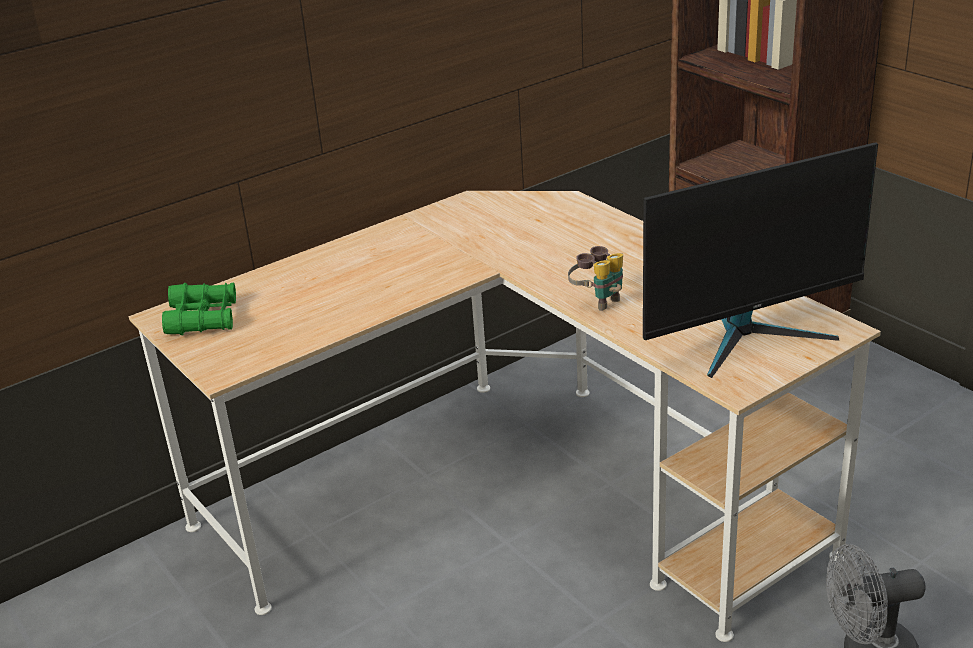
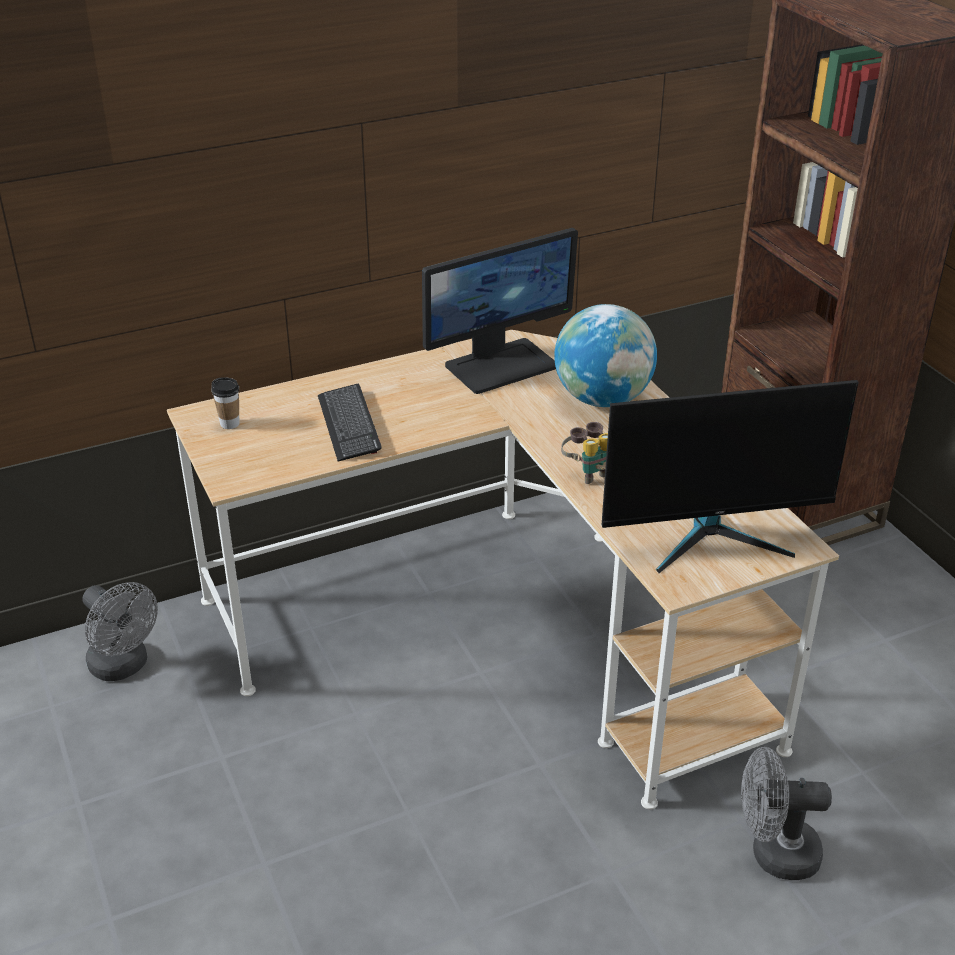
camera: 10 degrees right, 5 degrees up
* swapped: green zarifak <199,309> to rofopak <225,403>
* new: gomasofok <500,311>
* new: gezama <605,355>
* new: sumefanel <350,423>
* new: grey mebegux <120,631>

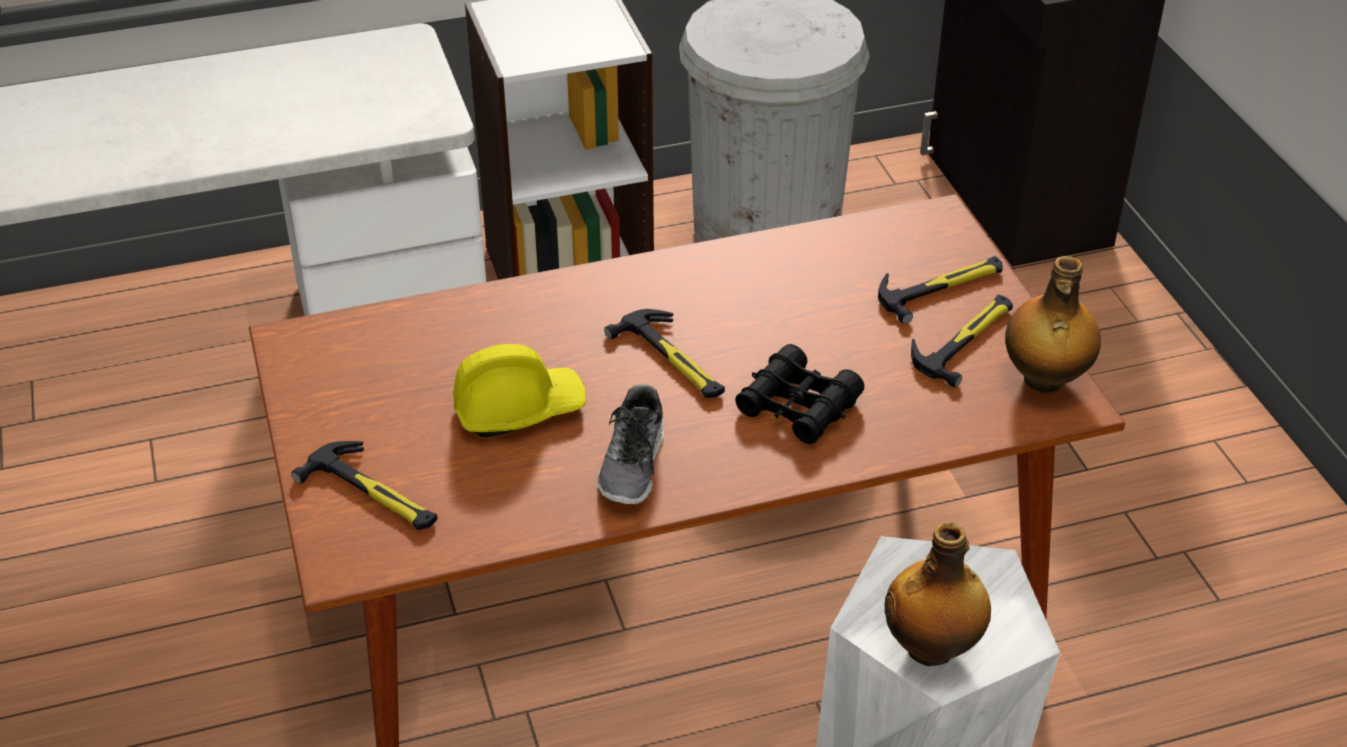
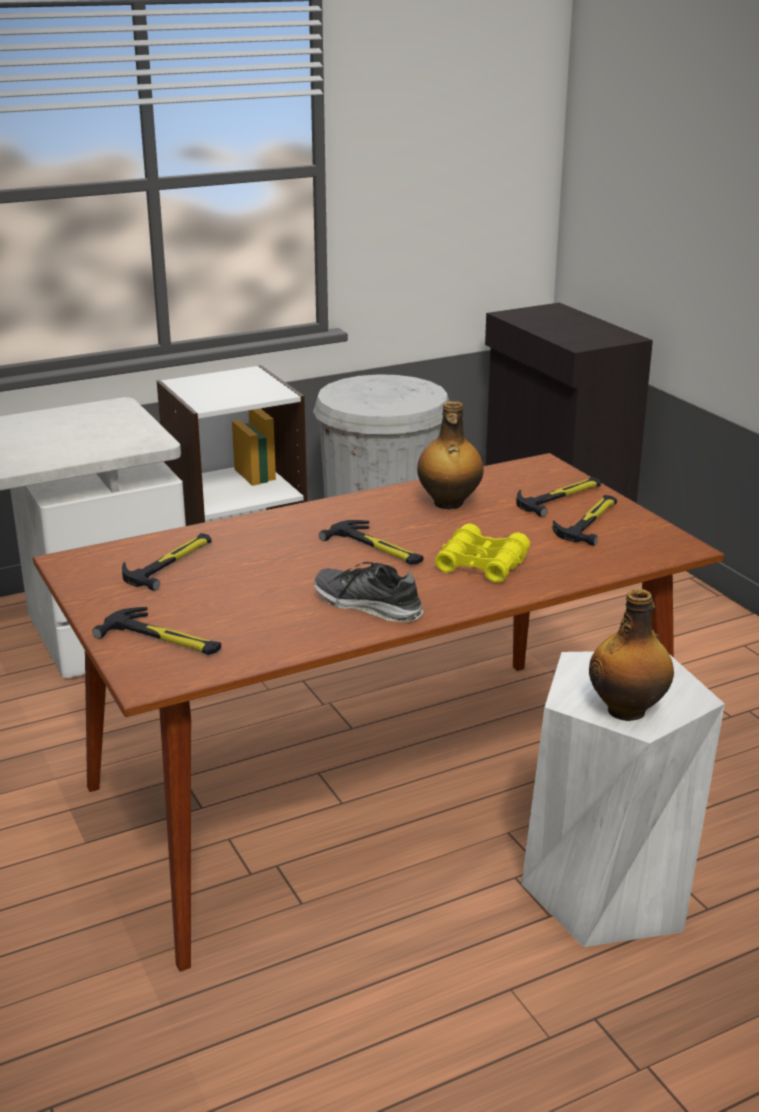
camera: 10 degrees left, 15 degrees down
* shifted: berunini <1053,324> to <450,455>
* gone: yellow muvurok <519,390>
* repainted: black zarifak <799,394> to yellow zarifak <482,553>
* rotated: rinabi <630,444> = <369,592> 120 degrees clockwise
* new: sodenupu <167,562>

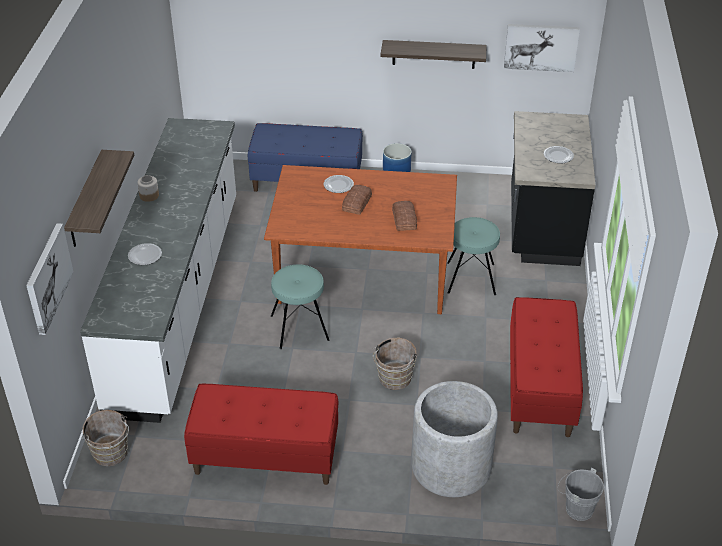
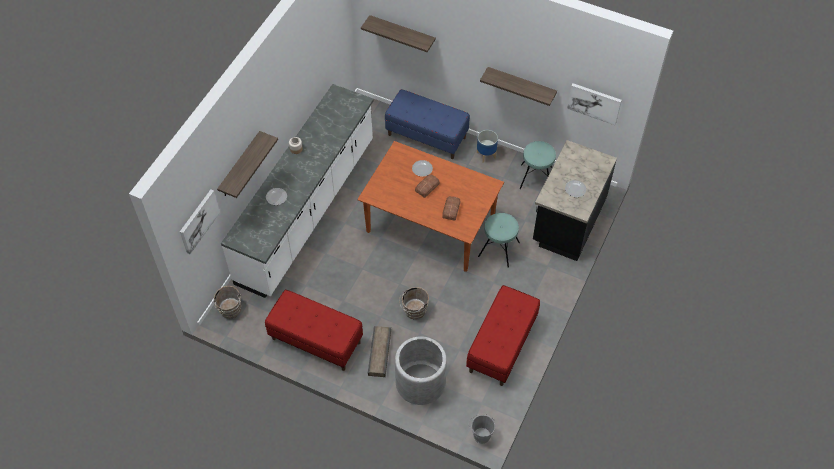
camera: 20 degrees right, 15 degrees up
* shifted: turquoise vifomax <300,306> to <538,165>
* new: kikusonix <398,33>
* new: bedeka <379,351>

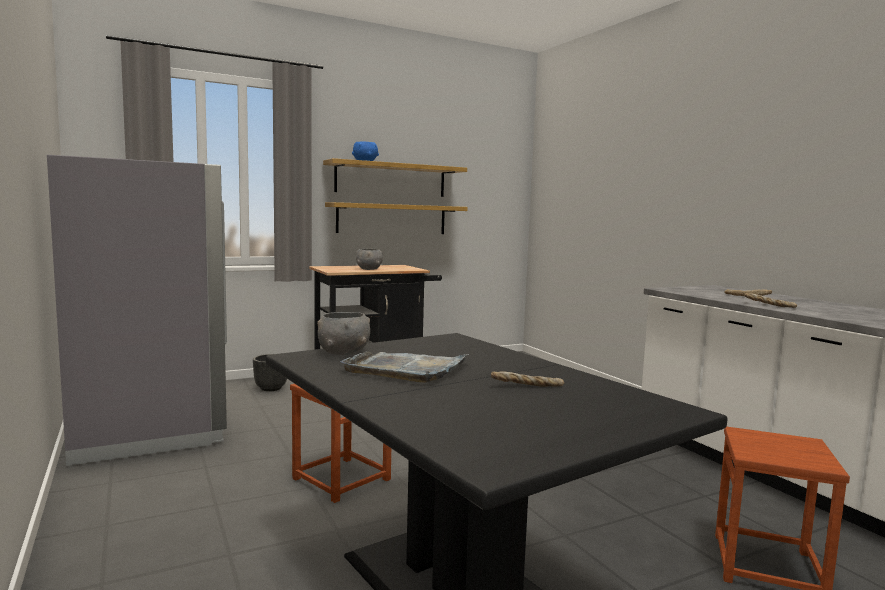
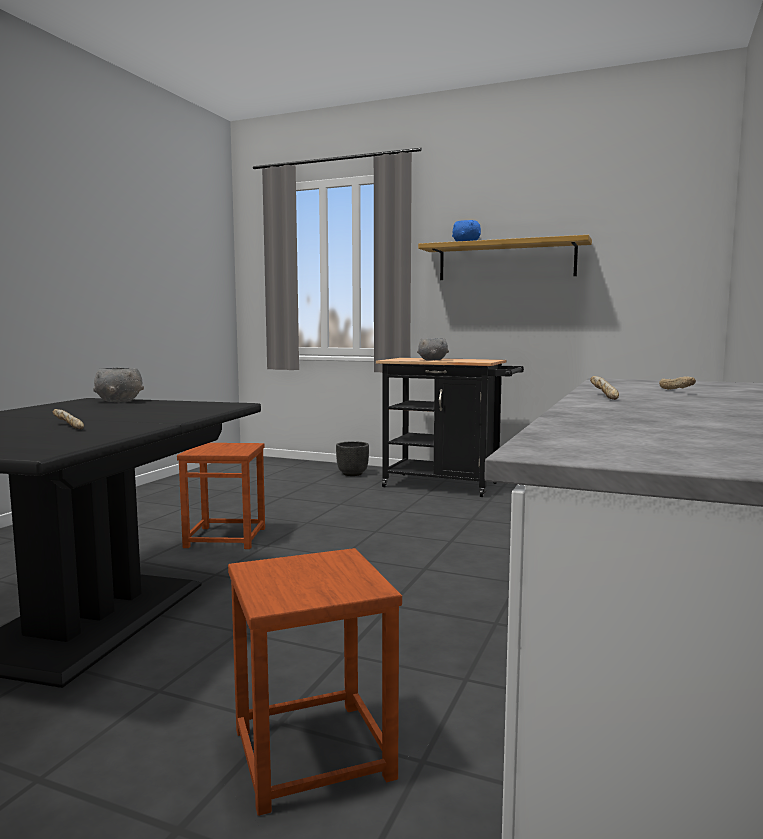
camera: 50 degrees right, 0 degrees up
* gone: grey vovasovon <137,310>
* gone: kikusonix <396,218>
* gone: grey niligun <404,367>

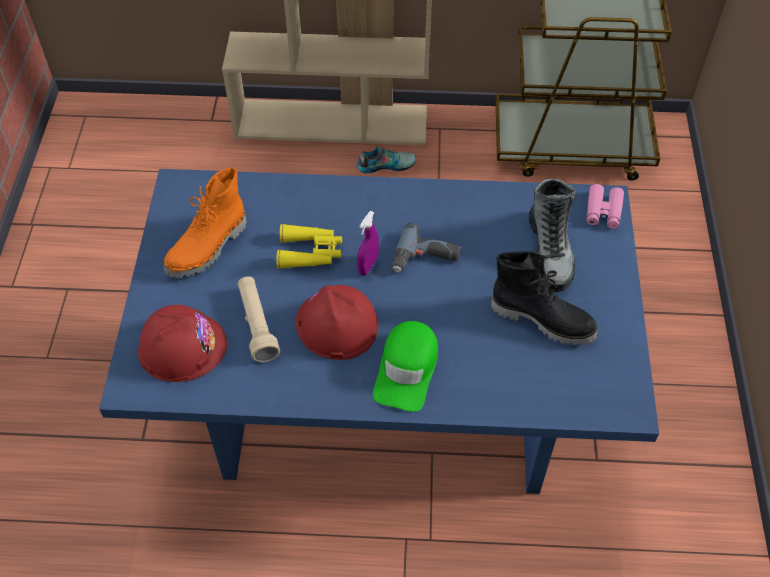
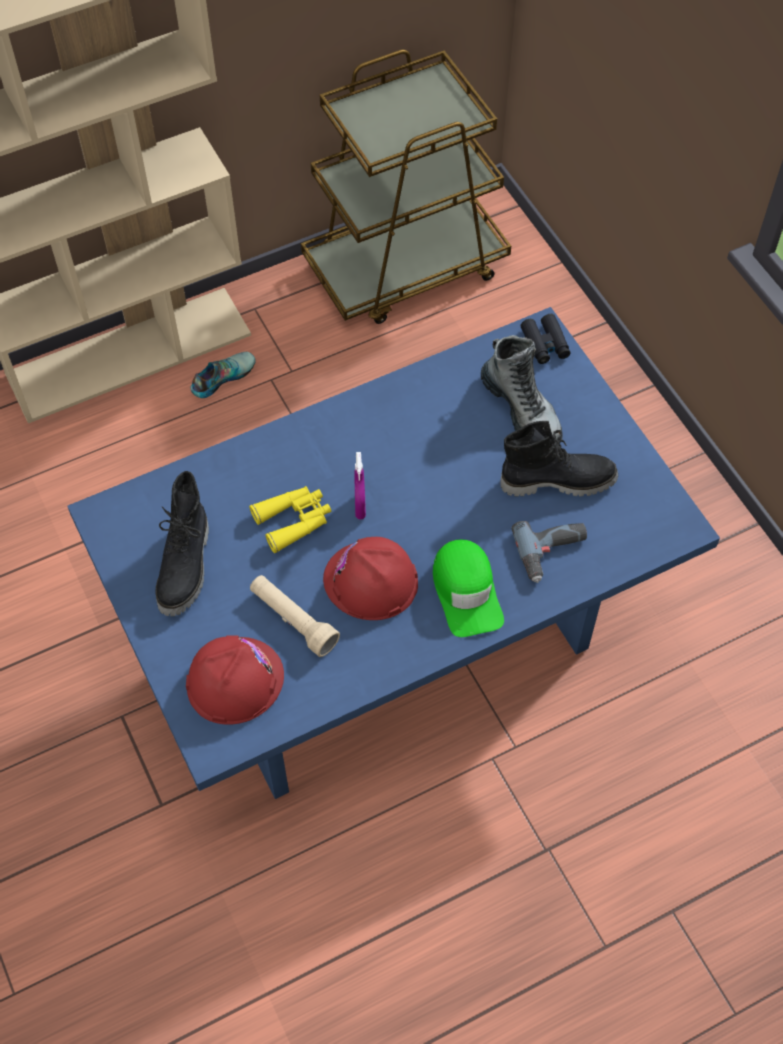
camera: 30 degrees left, 5 degrees up
* repainted: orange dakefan <205,223> to black dakefan <182,544>
* repainted: pink zarifak <605,206> to black zarifak <546,339>
* shifted: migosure <426,248> to <549,552>

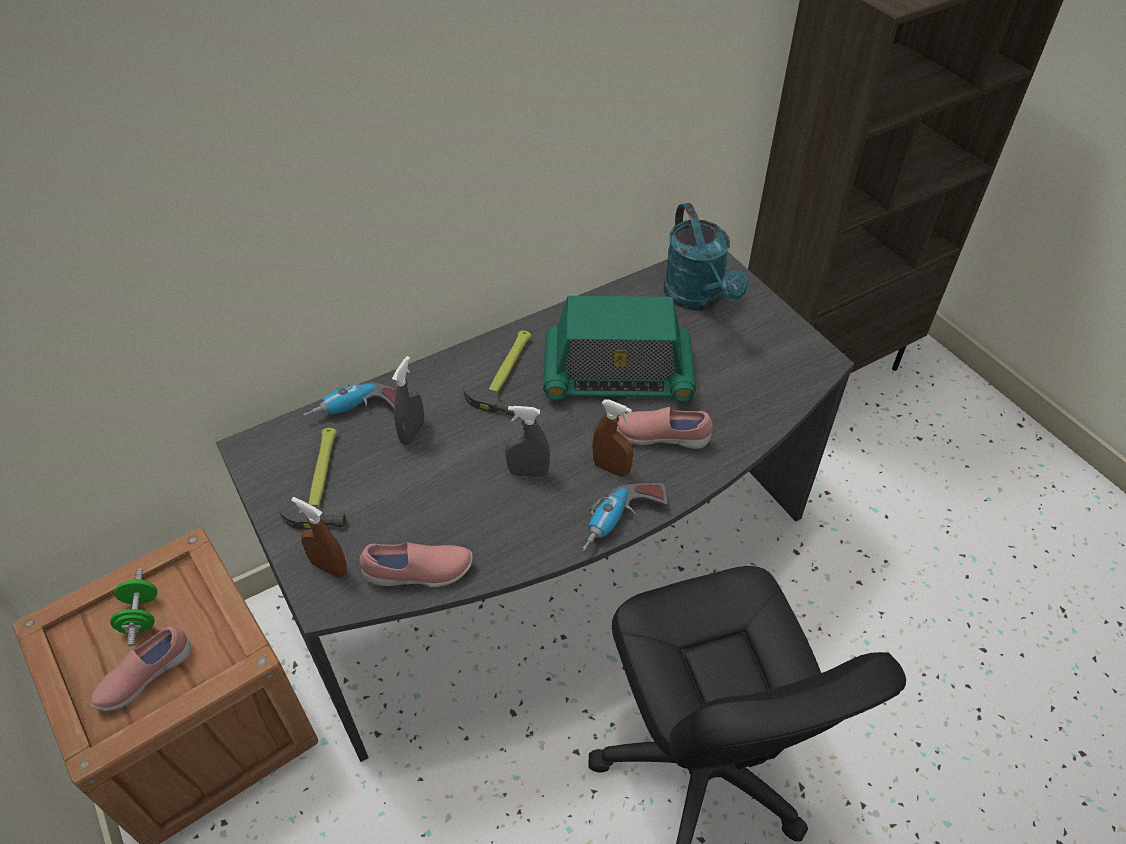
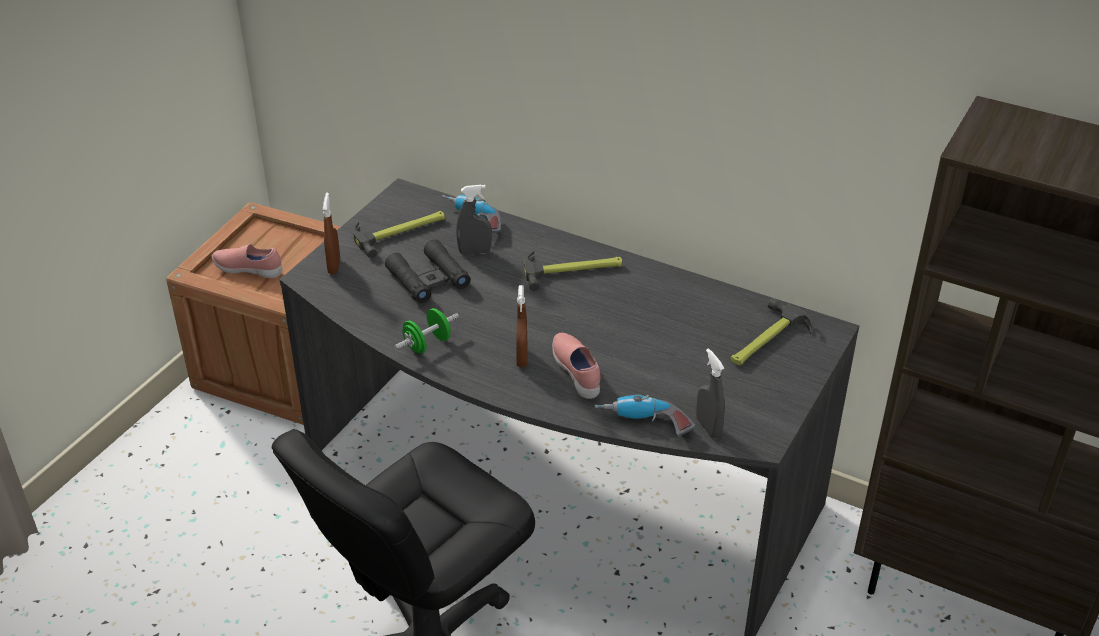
camera: 60 degrees right, 10 degrees down
* swapped: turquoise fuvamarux <706,257> to sodenupu <771,332>
* gone: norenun <619,349>
* shifted: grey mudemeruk <527,442> to <710,393>
* shifted: migosure <624,517> to <645,415>
* gone: pink rinabi <416,564>
* shifted: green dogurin <133,608> to <426,331>
* new: black zarifak <428,271>

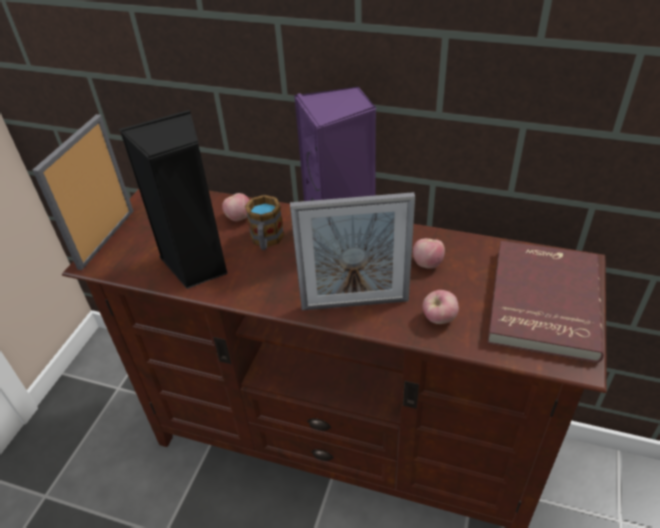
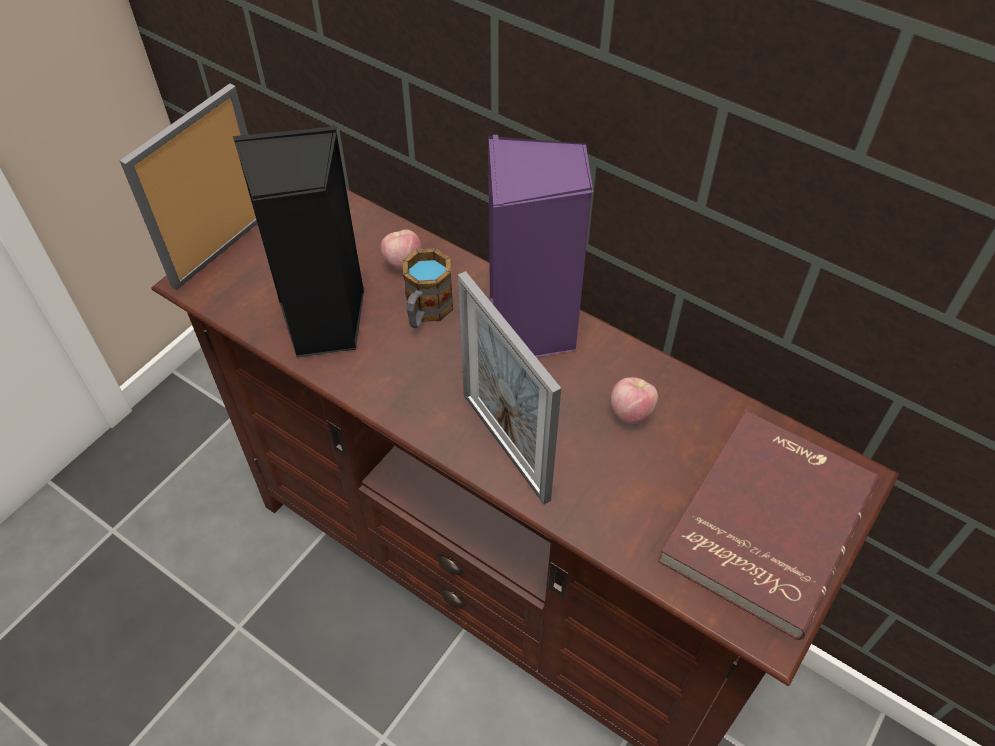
camera: 15 degrees right, 10 degrees up
* rotated: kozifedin <352,251> = <509,387> 45 degrees clockwise
* gone: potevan <441,307>

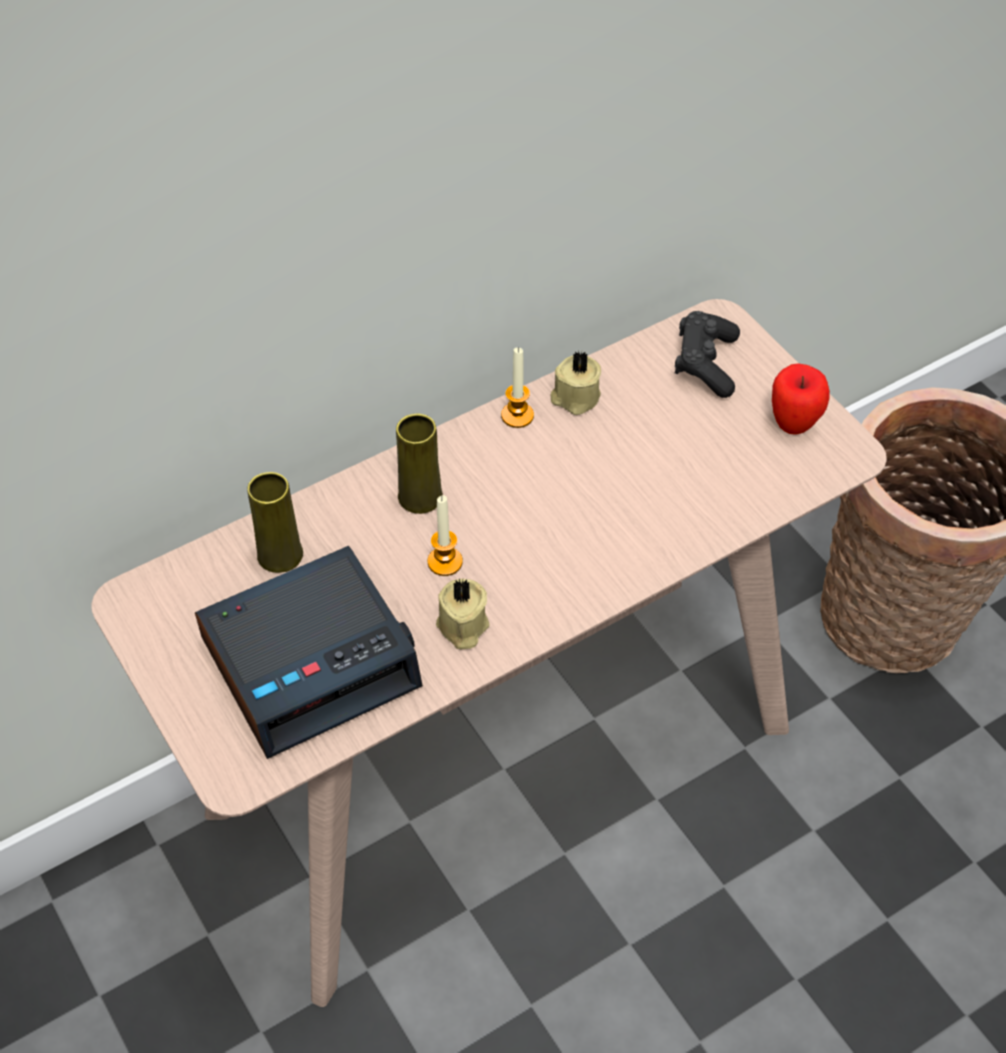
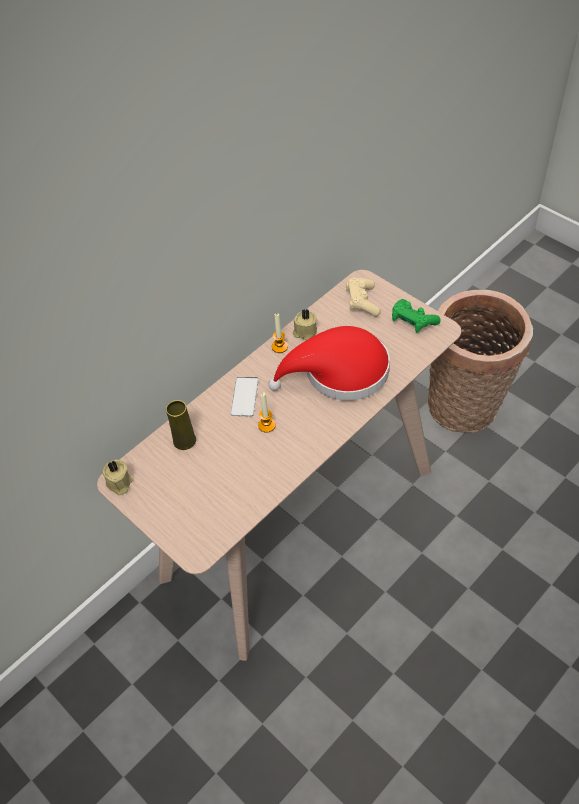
camera: 10 degrees left, 0 degrees up
* repainted: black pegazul <707,354> to beige pegazul <363,297>
* swapped: potevan <801,399> to green pegazul <416,316>
* swapped: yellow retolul <419,464> to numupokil <245,397>
* gone: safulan <309,652>
* shifted: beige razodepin <462,614> to <117,477>
* new: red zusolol <329,363>

